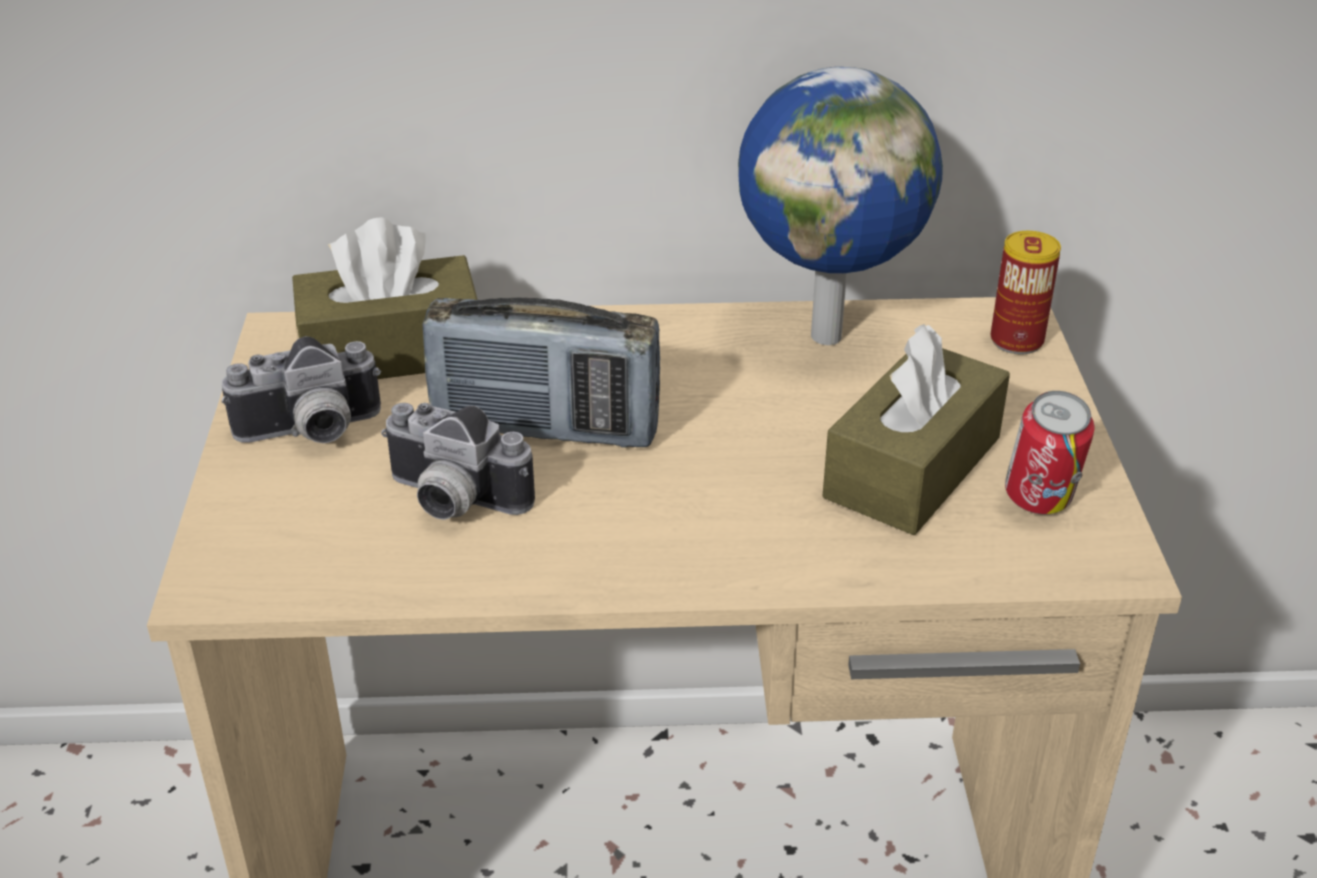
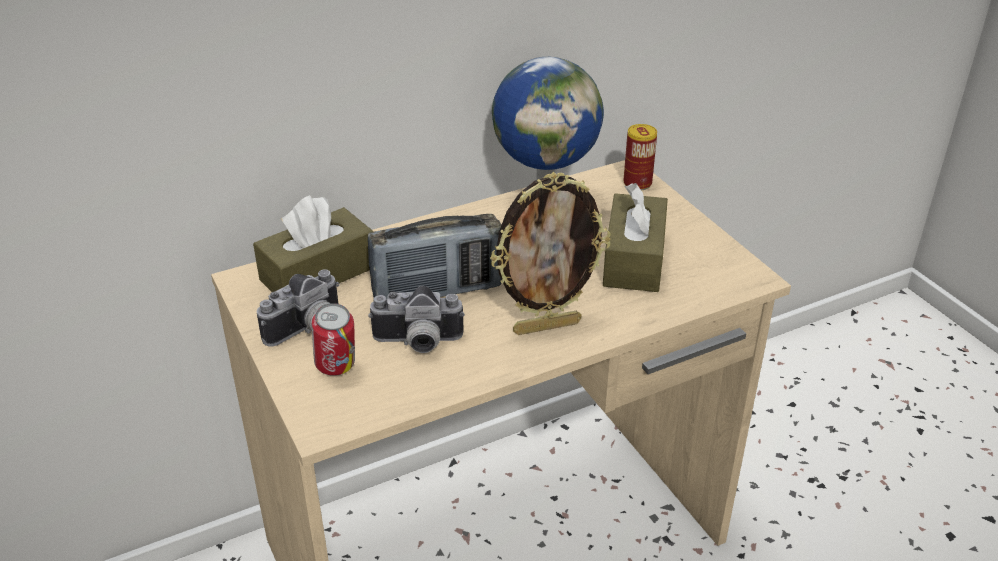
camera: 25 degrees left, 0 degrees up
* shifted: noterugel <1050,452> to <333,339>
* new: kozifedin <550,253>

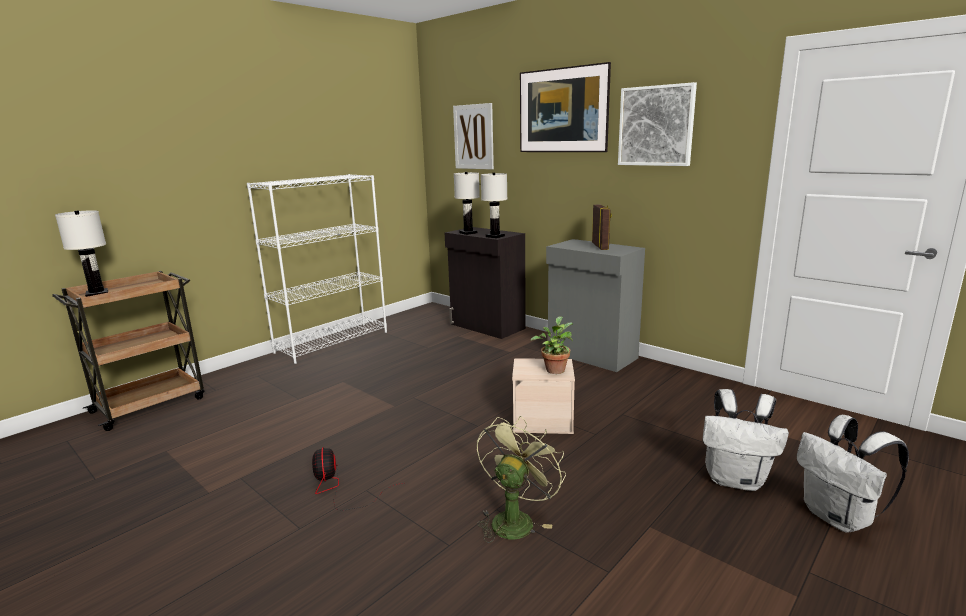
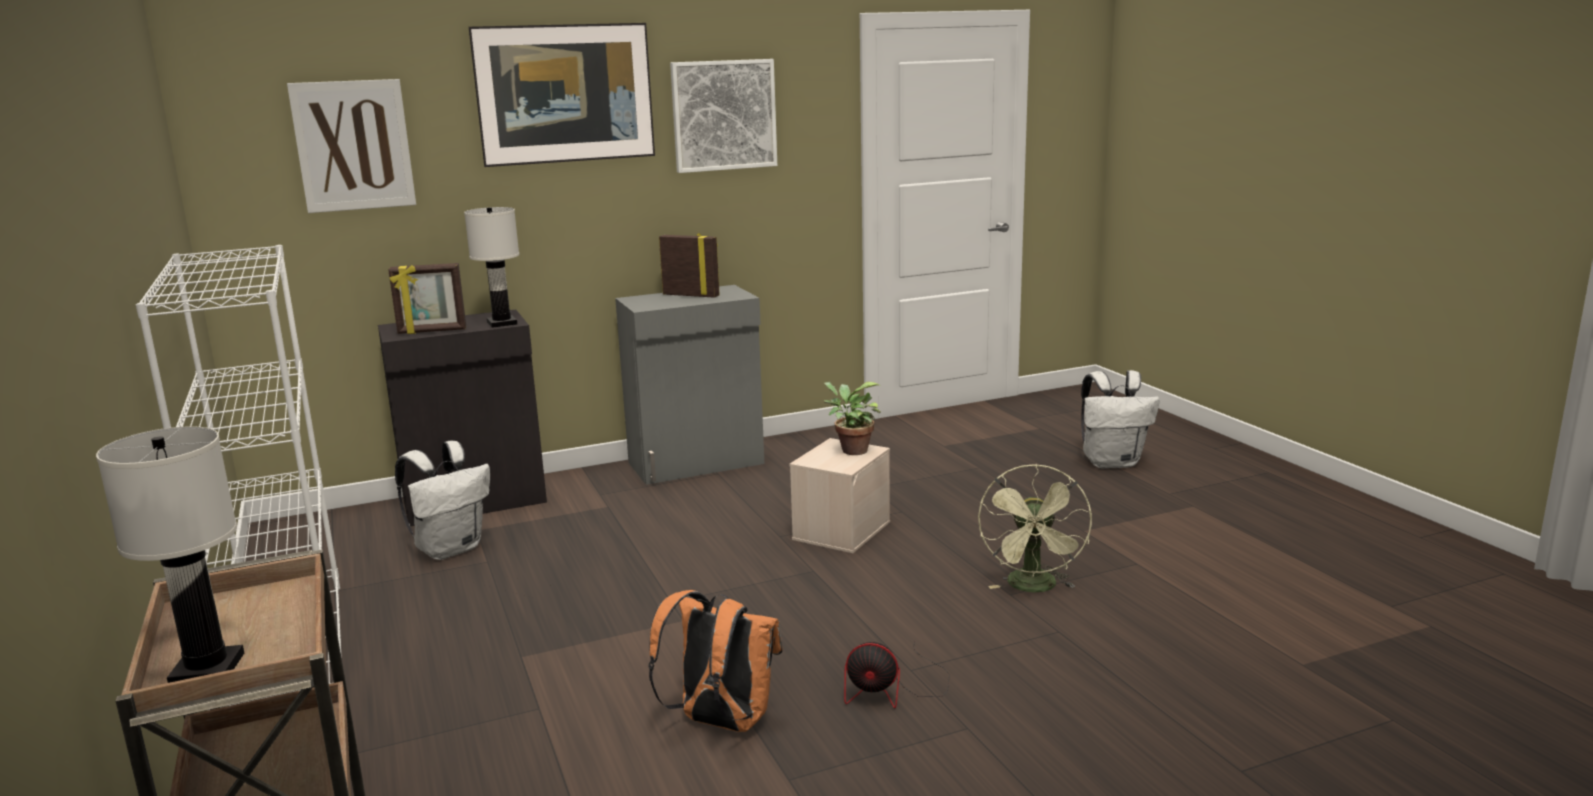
camera: 65 degrees left, 0 degrees up
* swapped: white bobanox <467,203> to kozifedin <427,298>
* shifted: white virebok <746,440> to <442,500>
* rotated: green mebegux <521,479> = <1035,528> 135 degrees counterclockwise
* new: orange virebok <715,661>

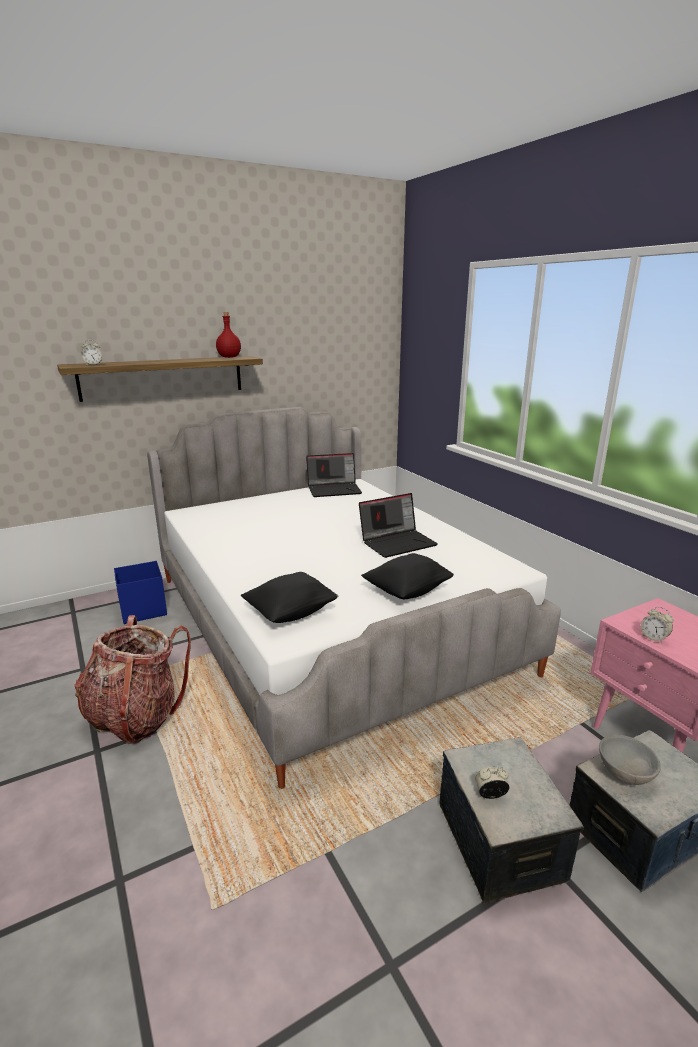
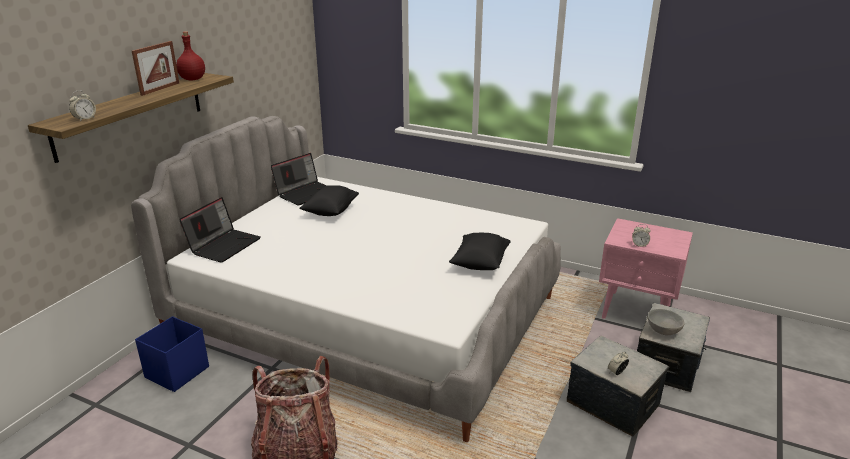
camera: 35 degrees left, 5 degrees up
* shifted: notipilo <398,525> to <220,230>
* shifted: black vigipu <289,597> to <329,200>
* new: kozifedin <155,68>

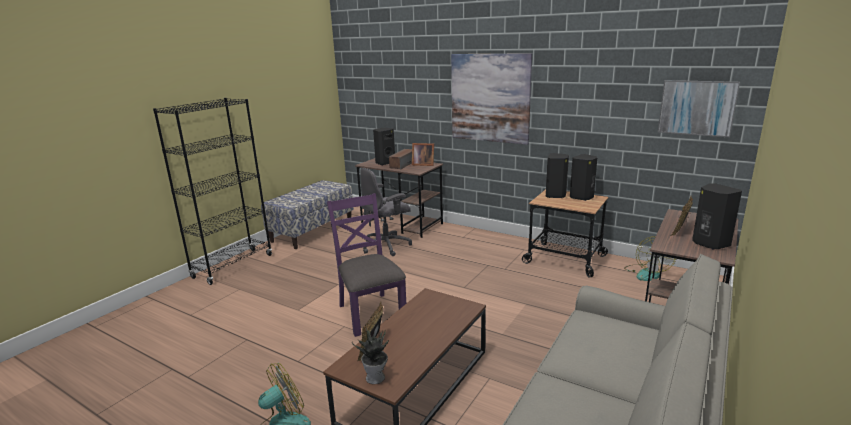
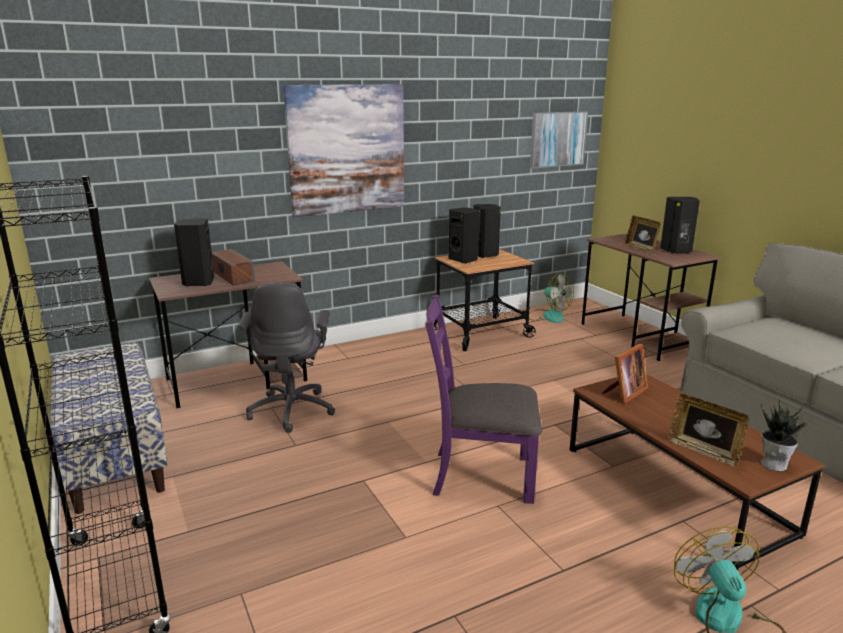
camera: 60 degrees left, 0 degrees up
* shifted: kozifedin <423,154> to <625,374>

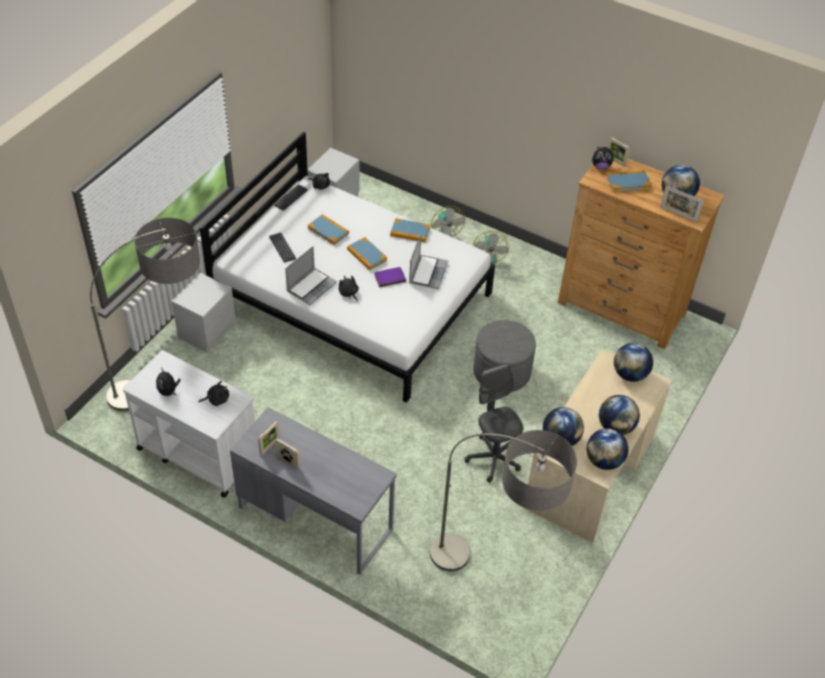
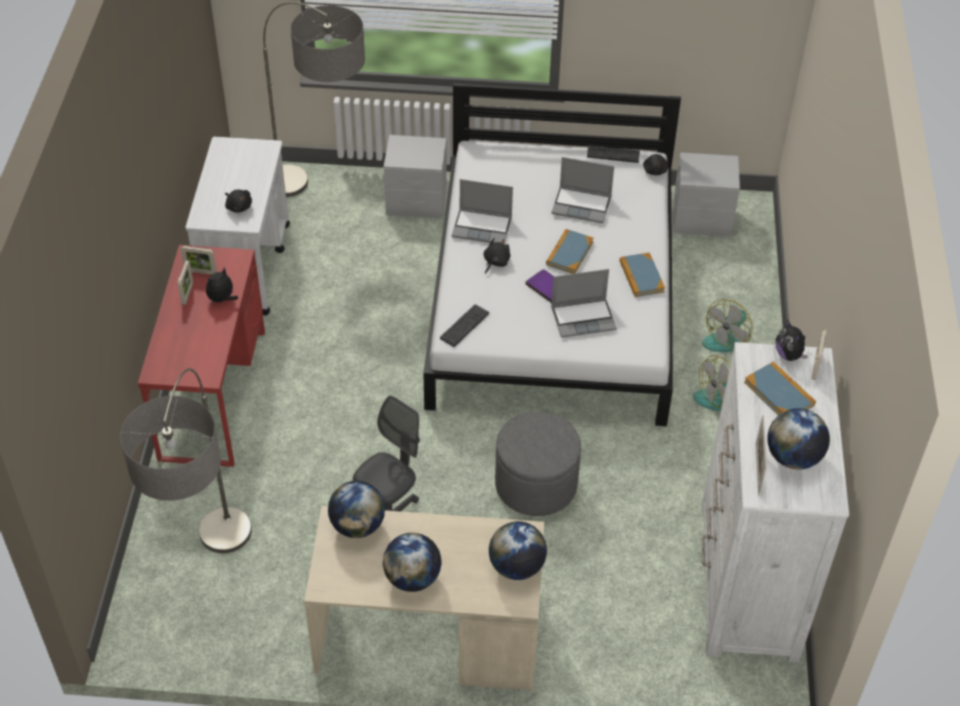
camera: 65 degrees right, 0 degrees up
* repainted: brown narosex <641,254> to white narosex <775,502>
* swapped: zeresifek <328,229> to notipilo <582,190>
* shifted: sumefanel <282,247> to <464,325>
* shifted: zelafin <168,382> to <222,285>
* repainted: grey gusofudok <313,491> to red gusofudok <201,356>
* gone: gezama <608,449>

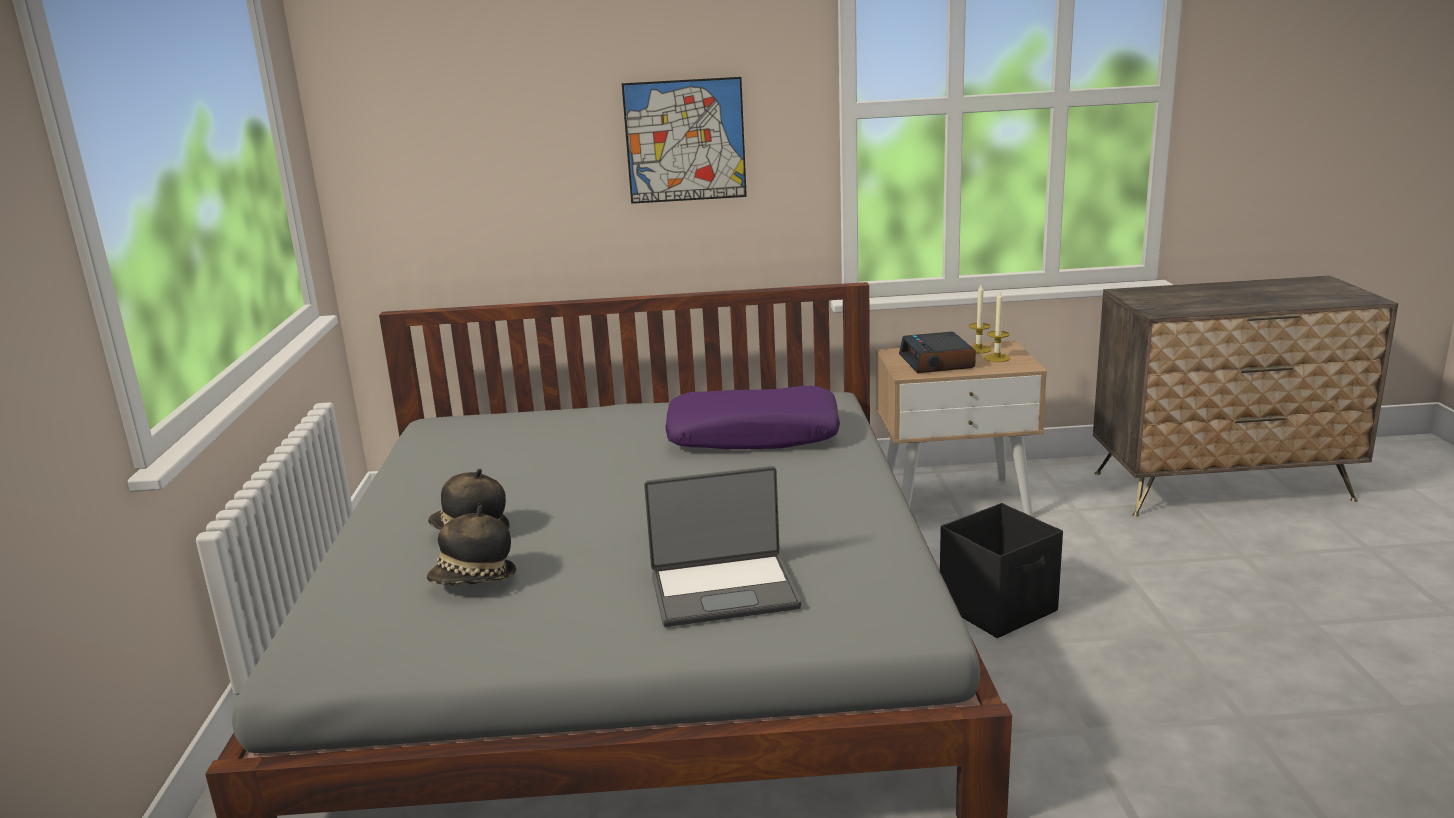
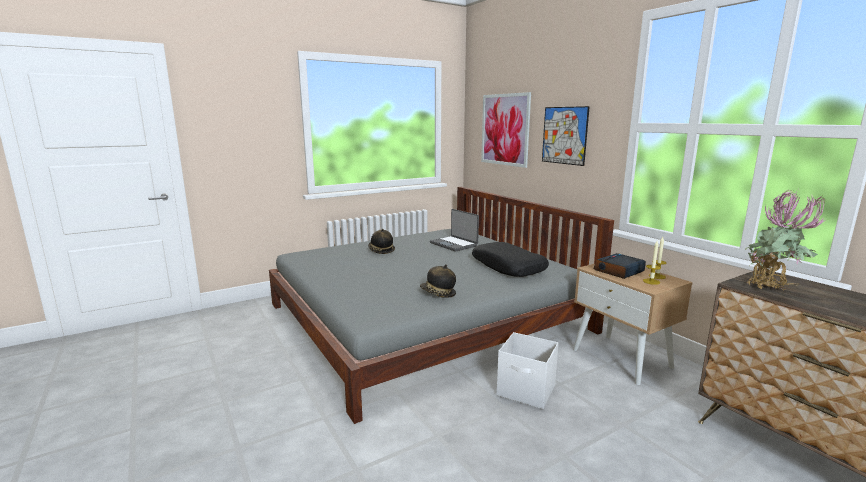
camera: 60 degrees right, 5 degrees down
* repainted: purple vigipu <752,417> to black vigipu <510,259>
* shifted: notipilo <722,546> to <454,230>
* repainted: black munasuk <1001,570> to white munasuk <528,370>
* shifted: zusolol <471,545> to <438,281>
* new: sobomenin <506,130>
* new: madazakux <785,240>

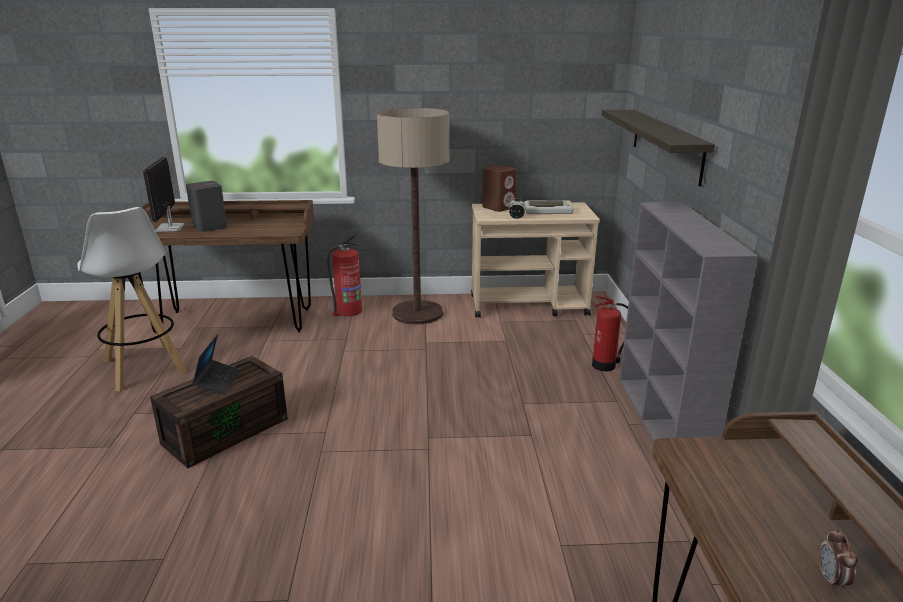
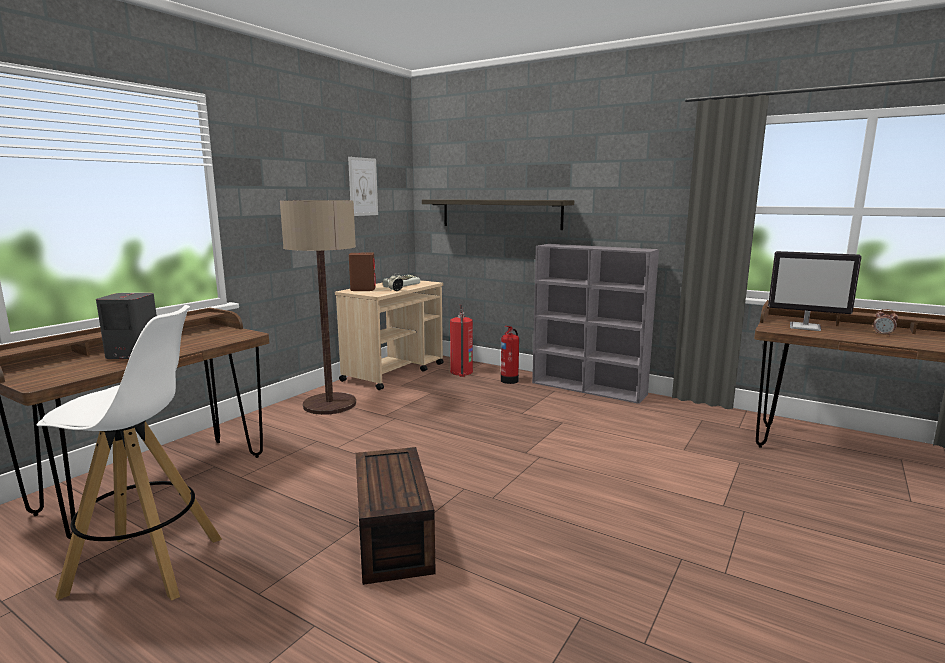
camera: 55 degrees left, 10 degrees down
* shifted: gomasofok <164,194> to <815,291>
* shifted: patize <344,275> to <461,340>
* gone: notipilo <216,364>
* new: sobomenin <363,186>

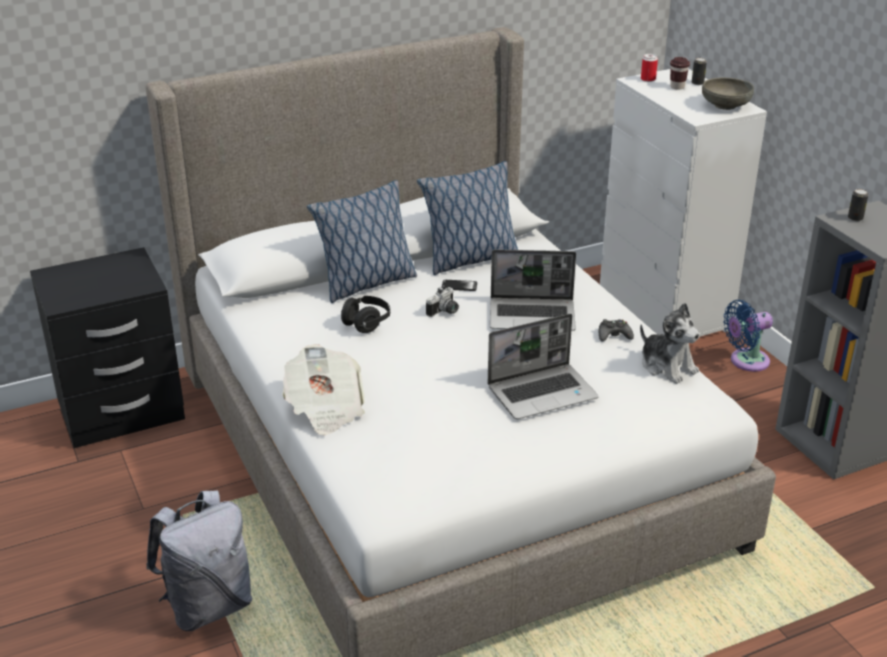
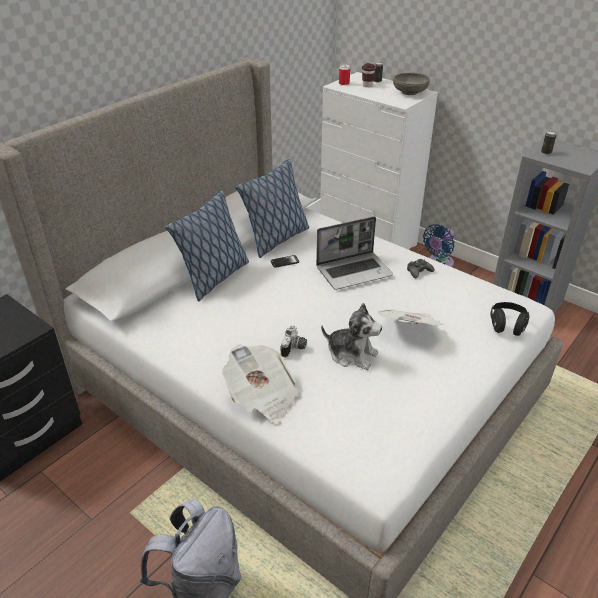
camera: 25 degrees left, 5 degrees up
* shifted: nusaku <442,302> to <294,341>
* shifted: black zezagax <365,314> to <509,319>
* shifted: zelafin <670,343> to <351,336>
* swapped: notipilo <543,366> to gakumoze <410,317>

